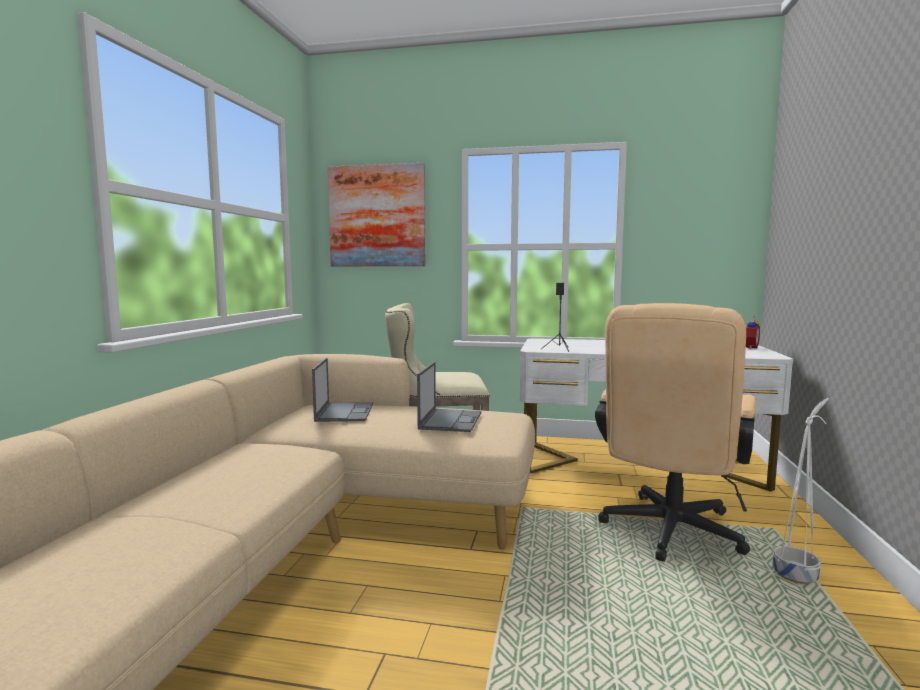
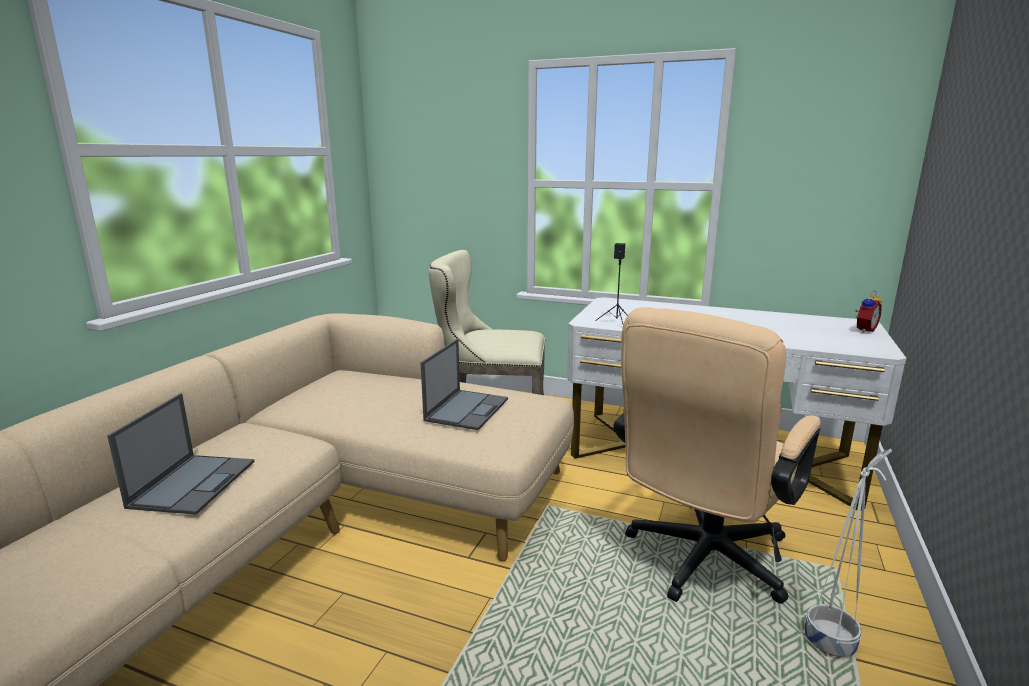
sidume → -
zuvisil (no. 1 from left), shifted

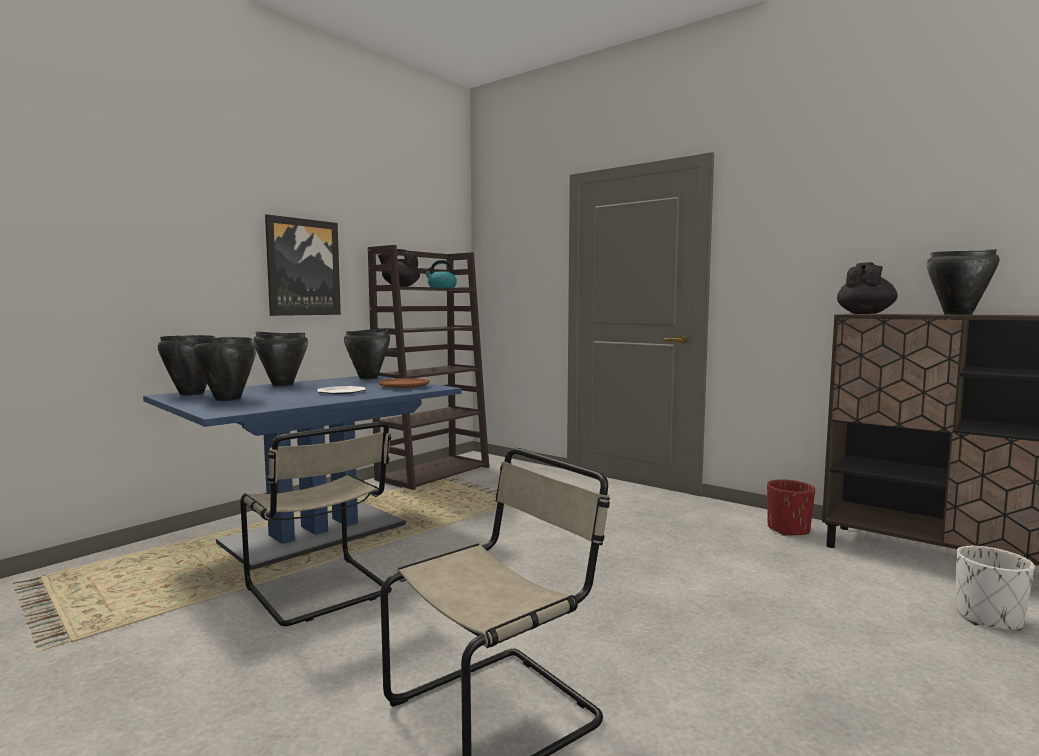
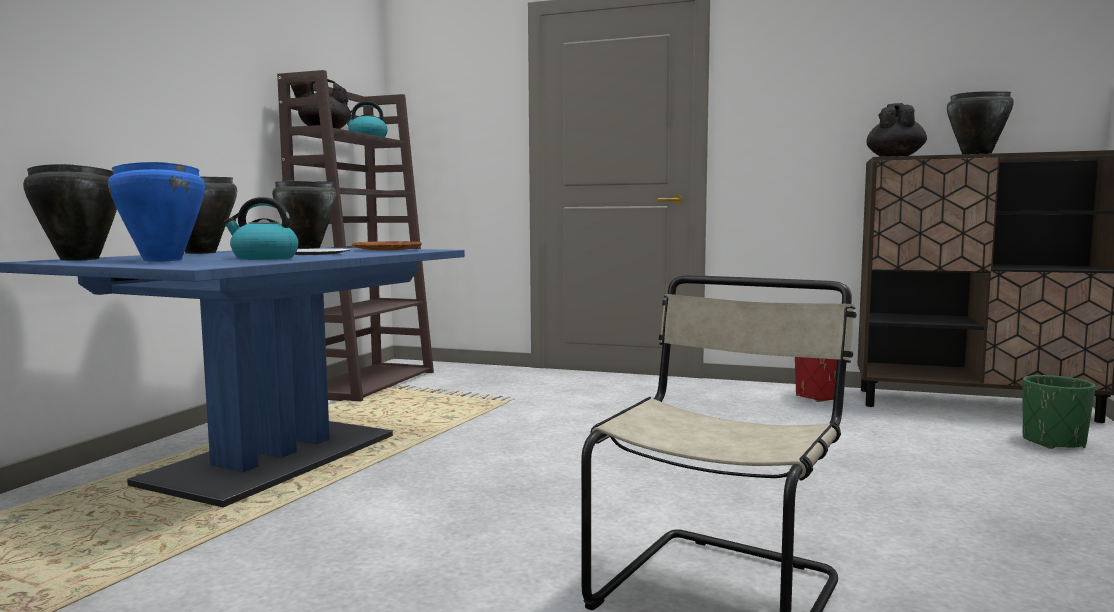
sidume → -
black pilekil (no. 2 from left) → blue pilekil
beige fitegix (no. 1 from left) → -
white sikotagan → green sikotagan
- → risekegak (no. 1 from left)

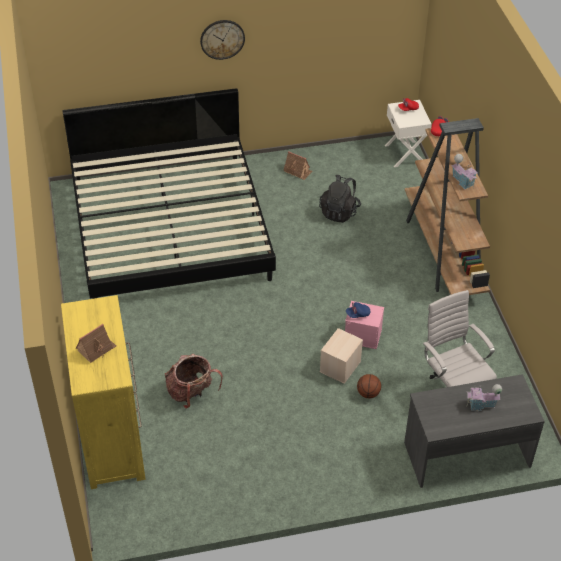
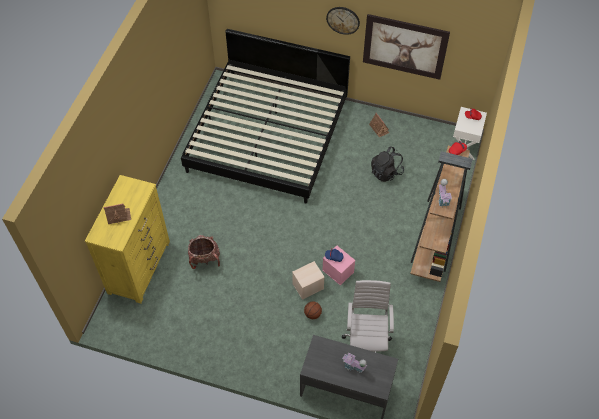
- → sidume

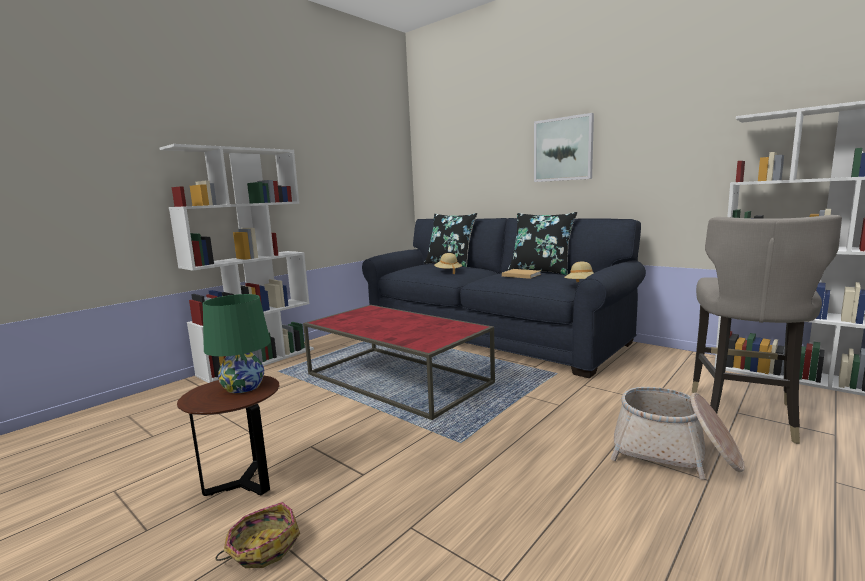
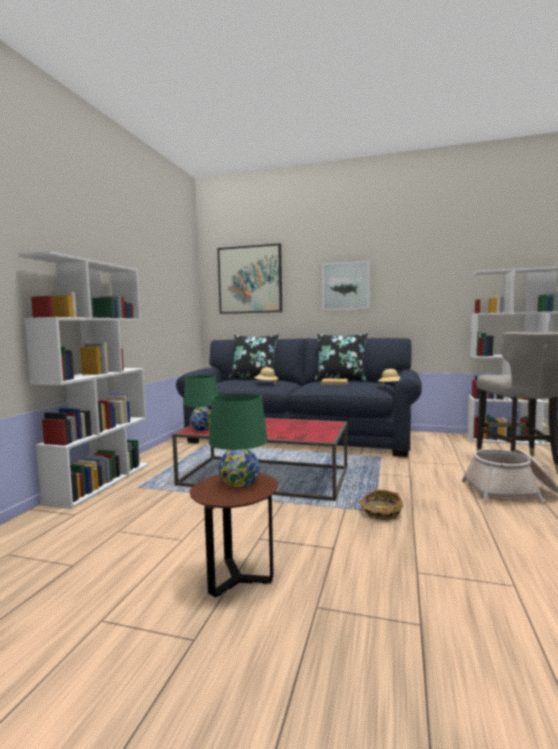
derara (no. 1 from left), shifted
- → sidume (no. 1 from left)
- → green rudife (no. 1 from left)

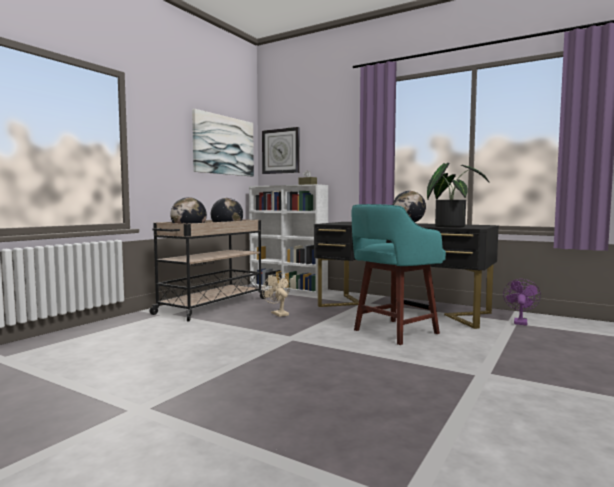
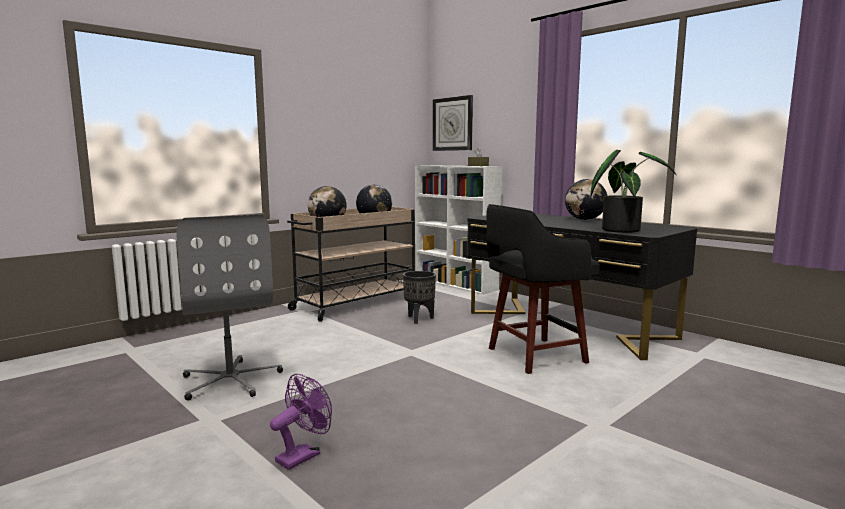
sidume → -
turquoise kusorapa → black kusorapa
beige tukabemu → black sikotagan
purple tukabemu, shifted
- → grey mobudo

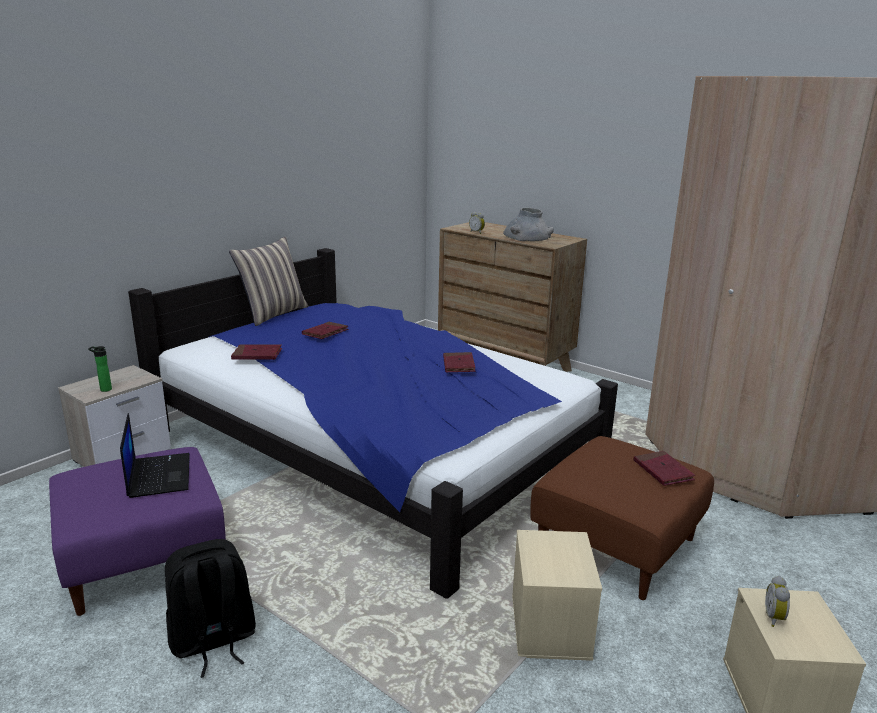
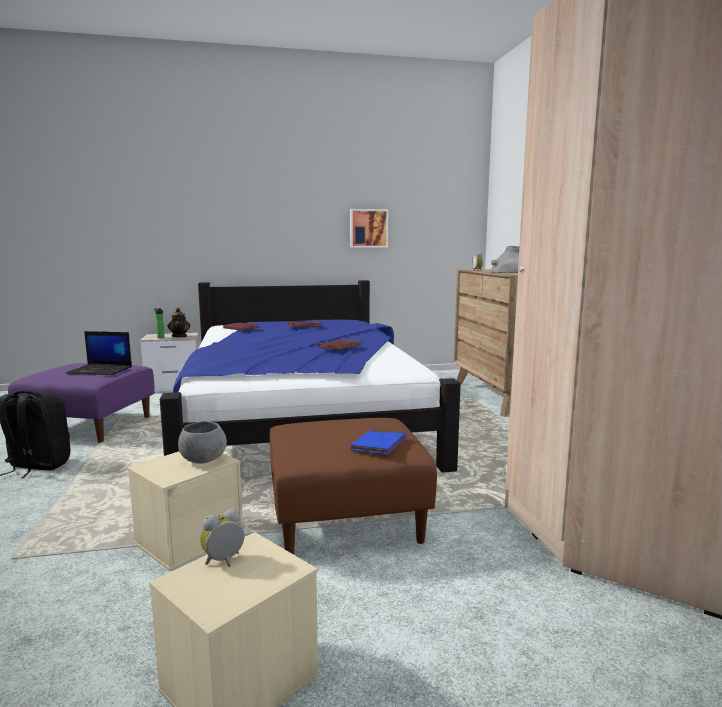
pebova → -
zuvisil, 75 degrees clockwise
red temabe (no. 4 from left) → blue temabe
- → sidume
- → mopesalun
- → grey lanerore

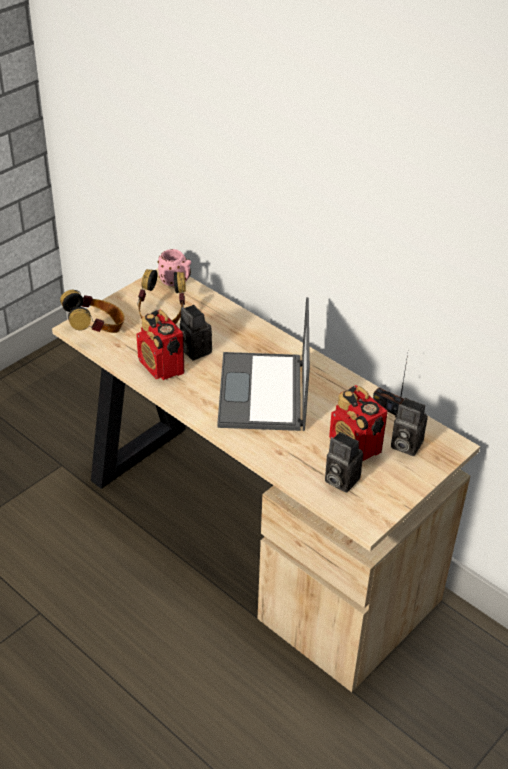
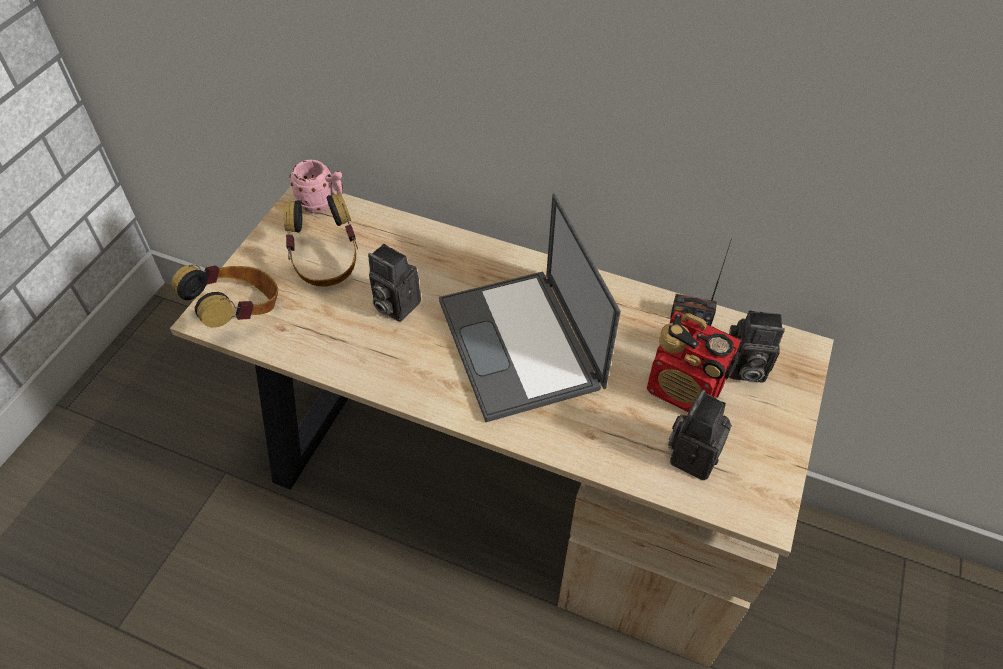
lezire (no. 1 from left) → -
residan (no. 2 from left), 105 degrees clockwise

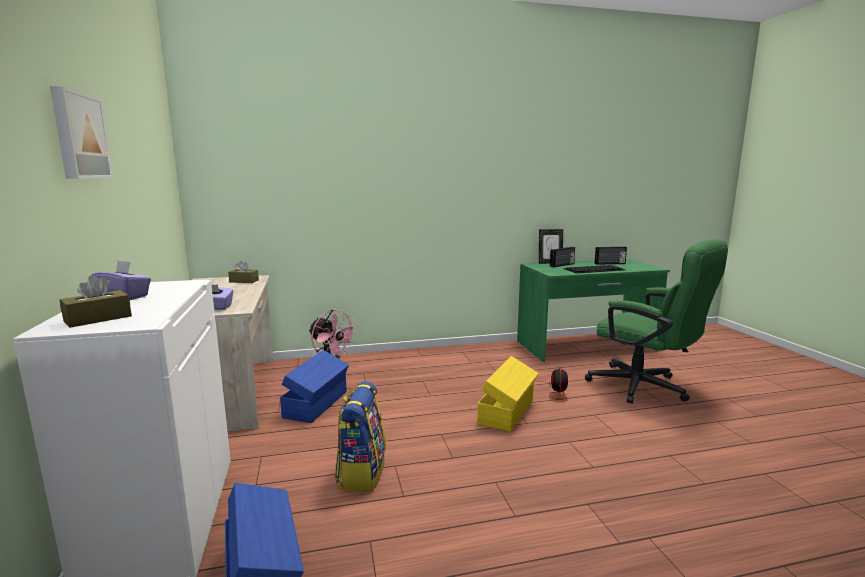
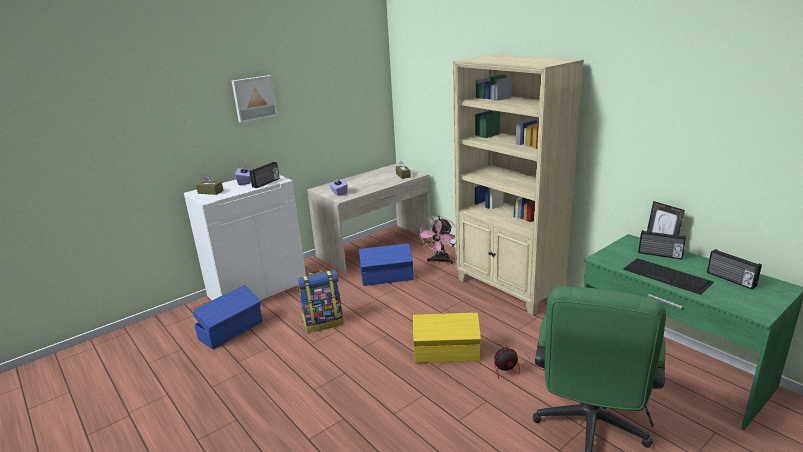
- → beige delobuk
- → lezire (no. 1 from left)

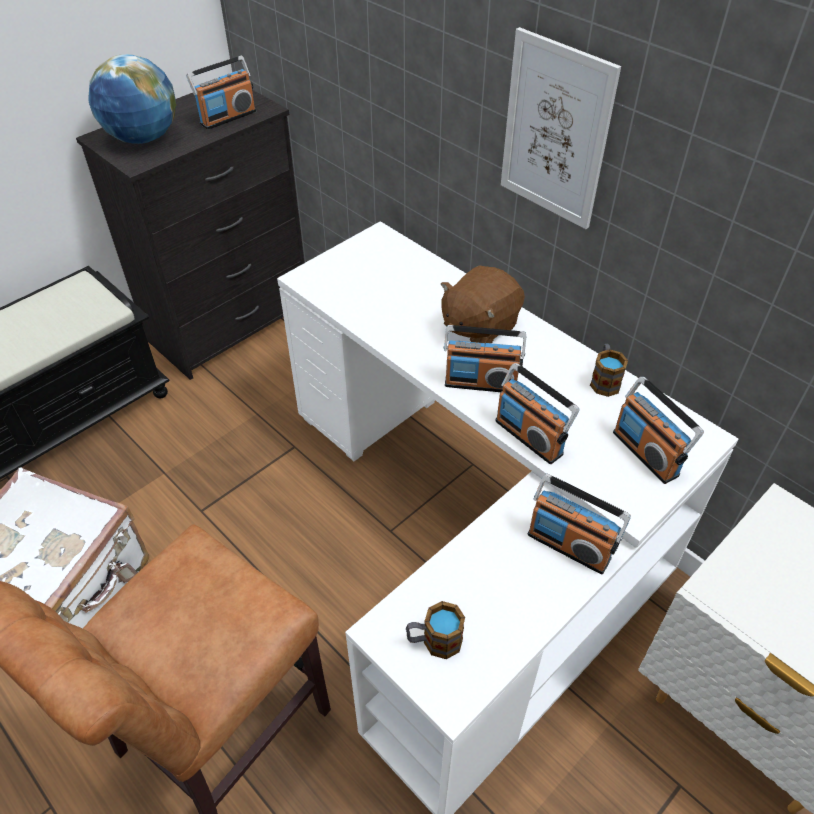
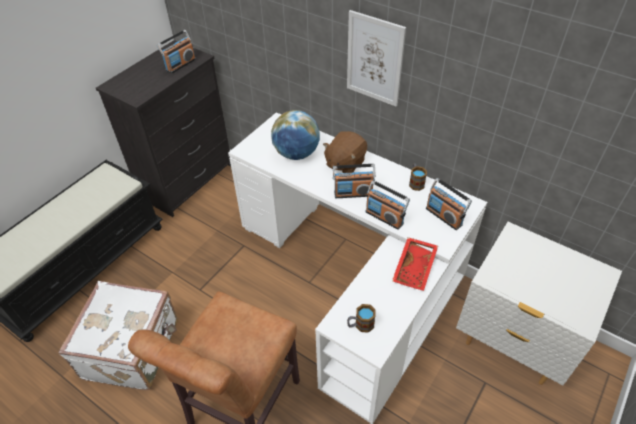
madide, shifted
lezire (no. 4 from left) → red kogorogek

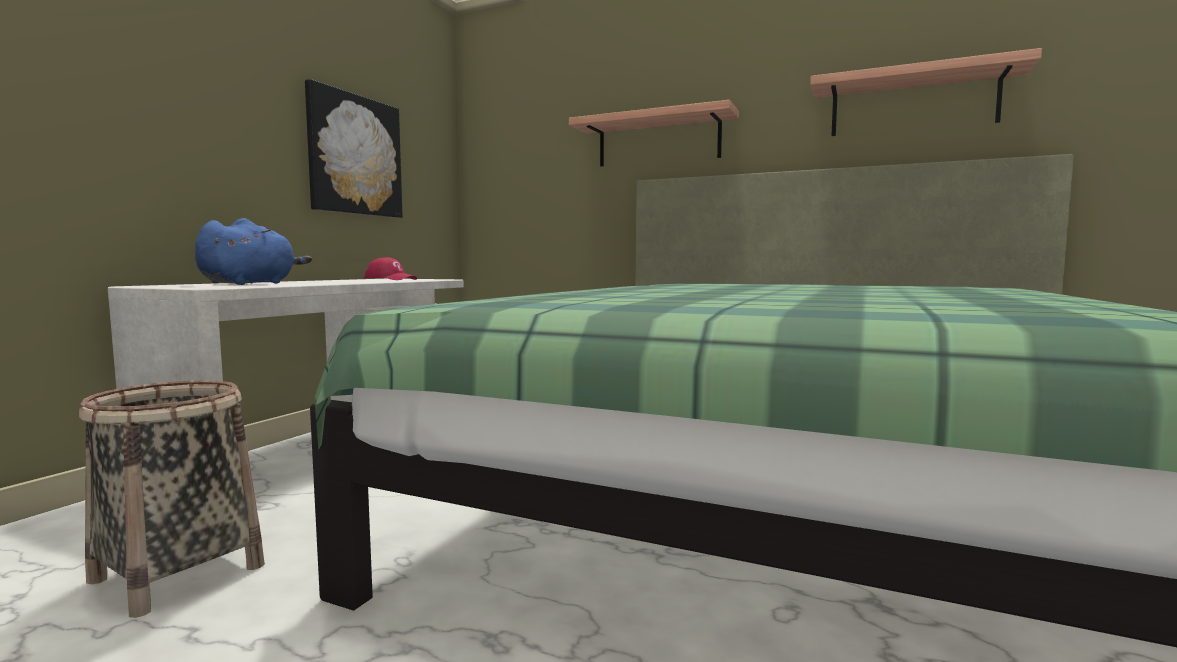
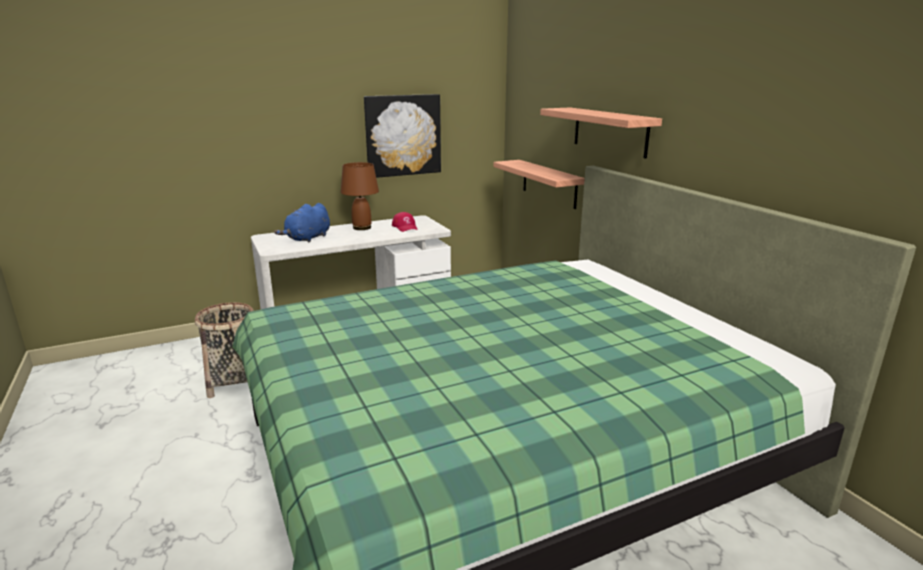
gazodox (no. 2 from left in the first image) → gazodox (no. 1 from left), shifted
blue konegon, 150 degrees clockwise
- → brown rudife

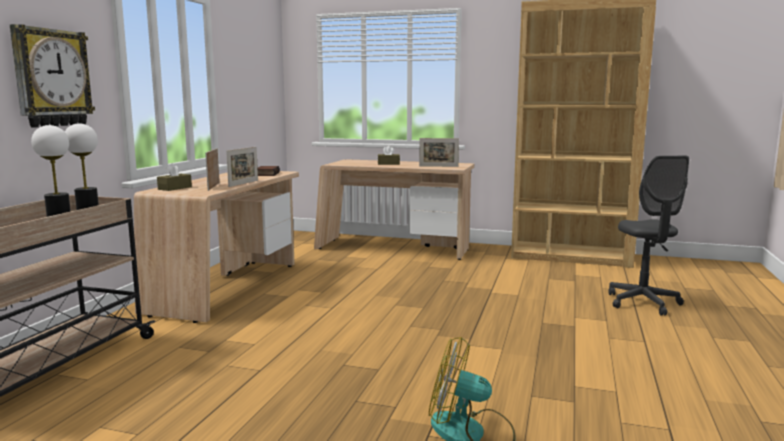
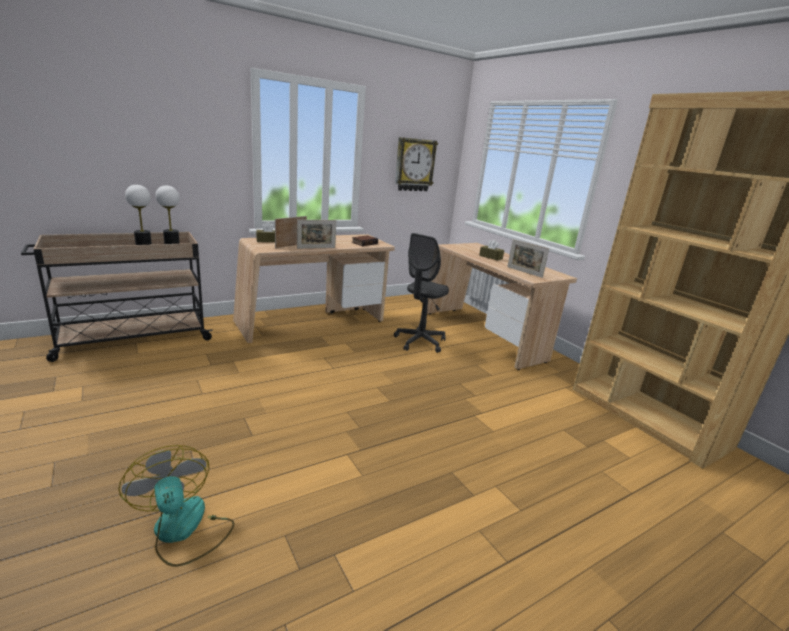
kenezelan, shifted
grey mobudo, shifted

